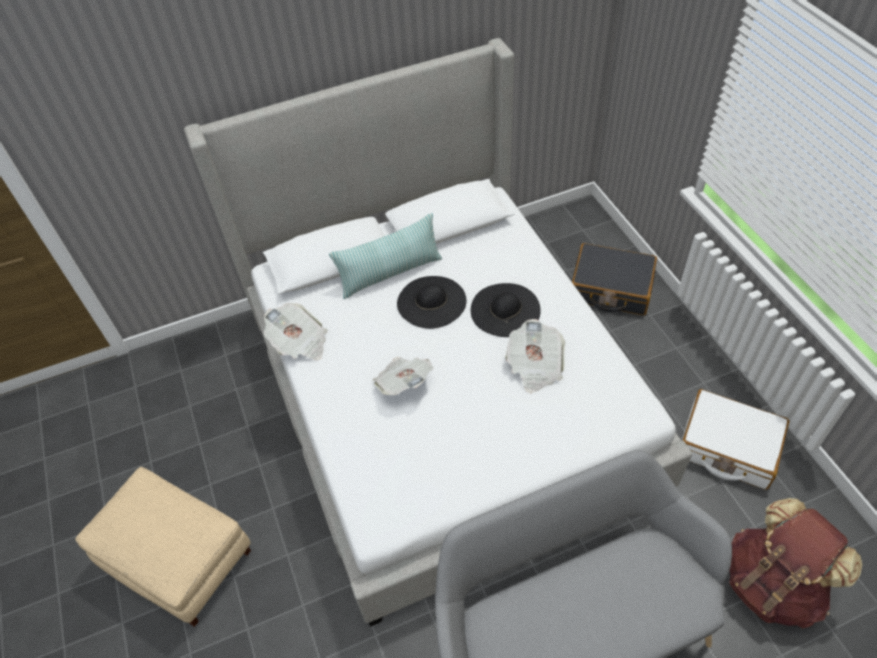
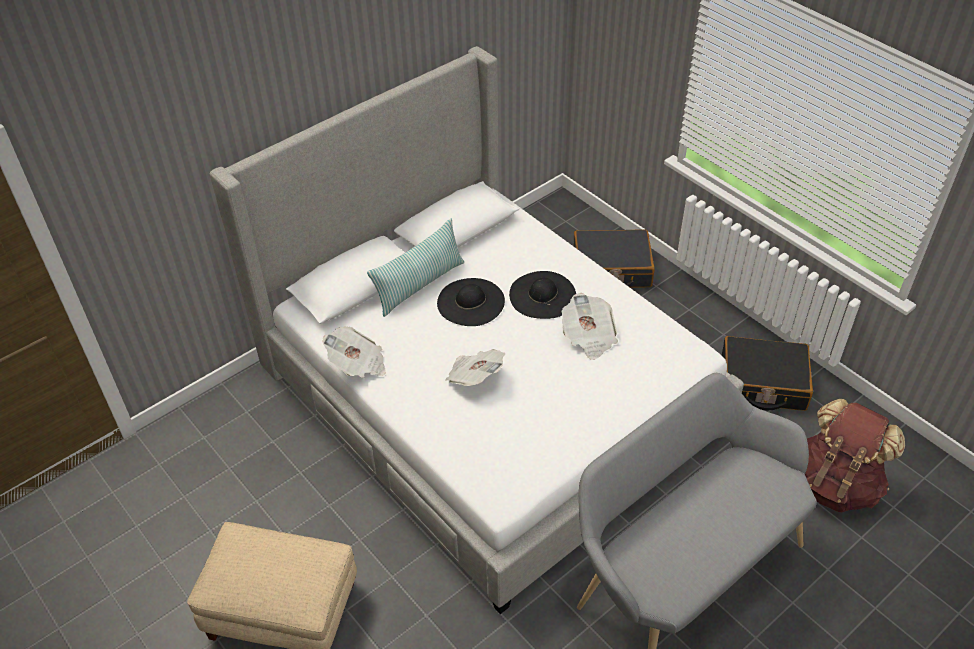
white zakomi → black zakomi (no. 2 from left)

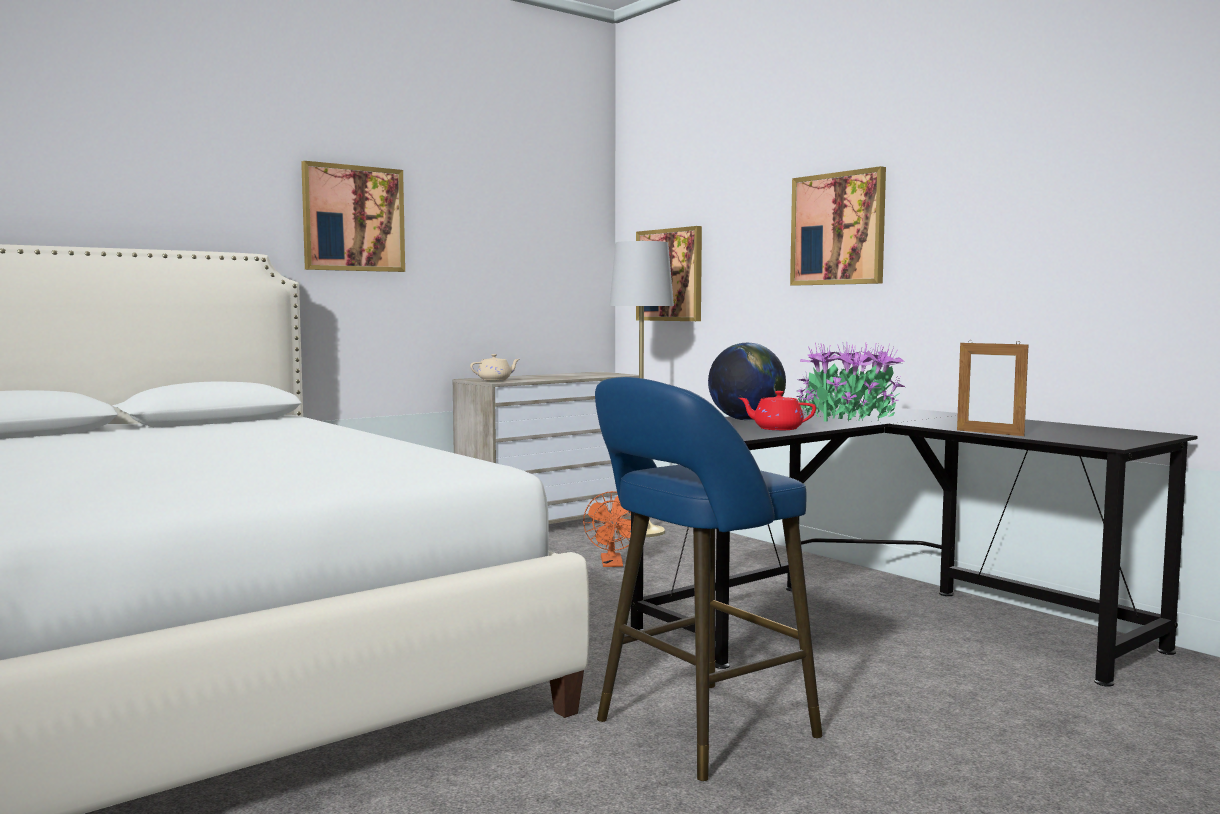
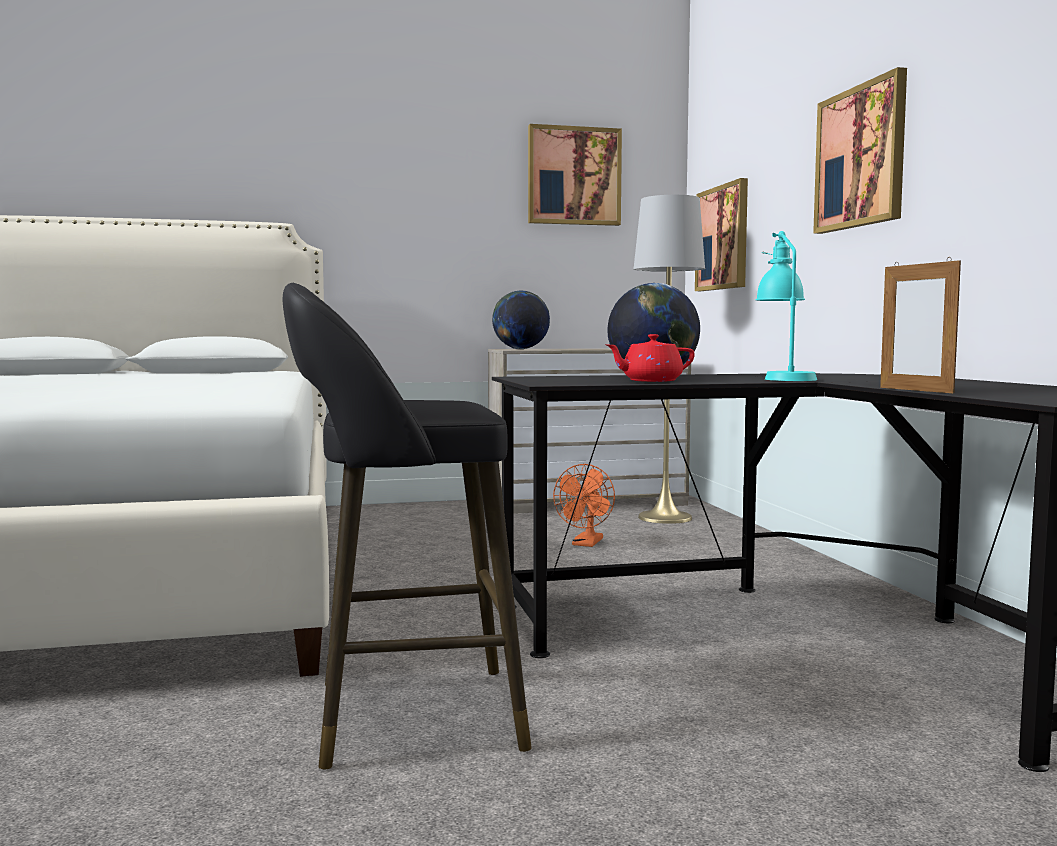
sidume (no. 1 from left), shifted
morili → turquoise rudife
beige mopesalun → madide (no. 1 from left)
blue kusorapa → black kusorapa
red mopesalun, 60 degrees counterclockwise

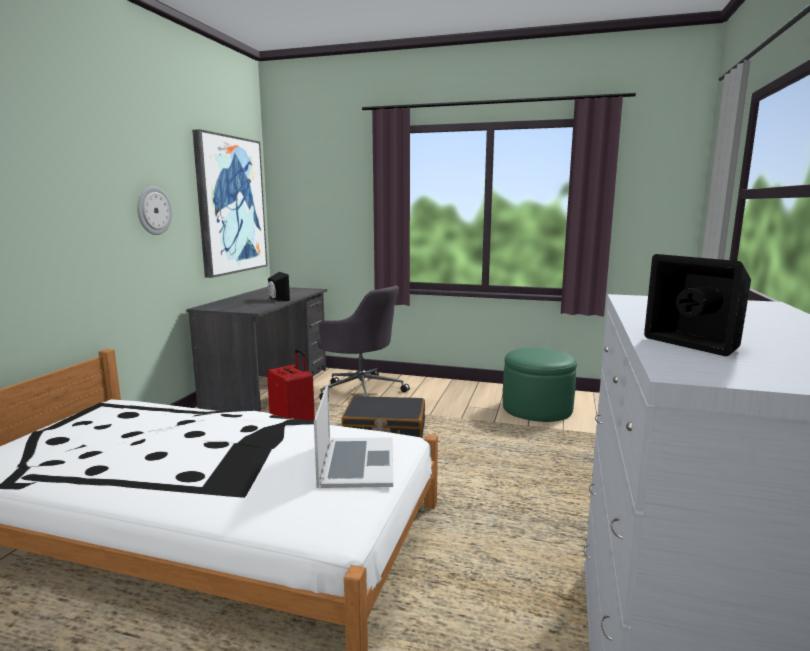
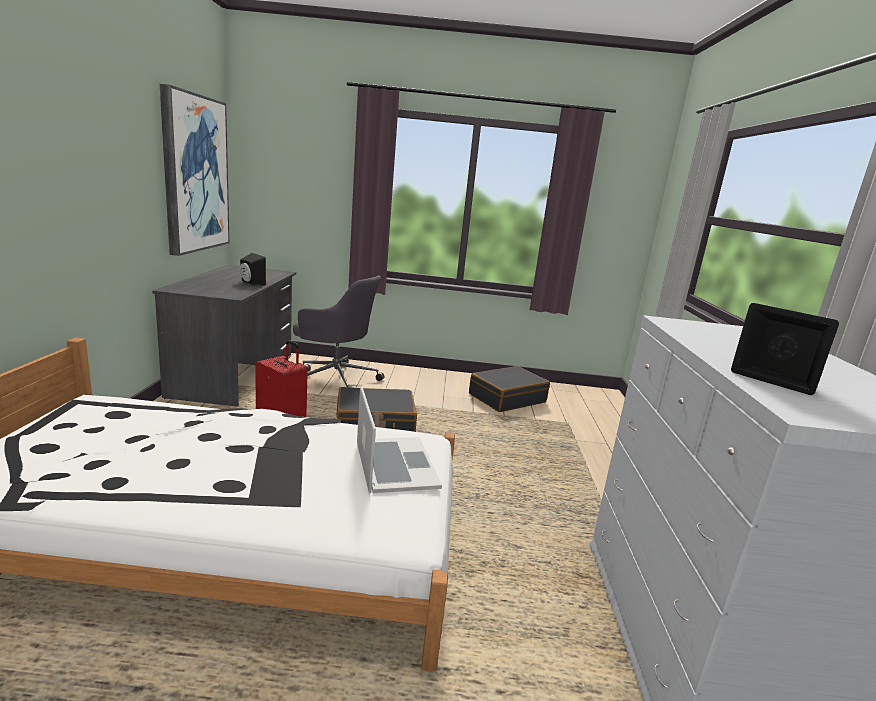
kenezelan → -
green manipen → black zakomi (no. 2 from left)

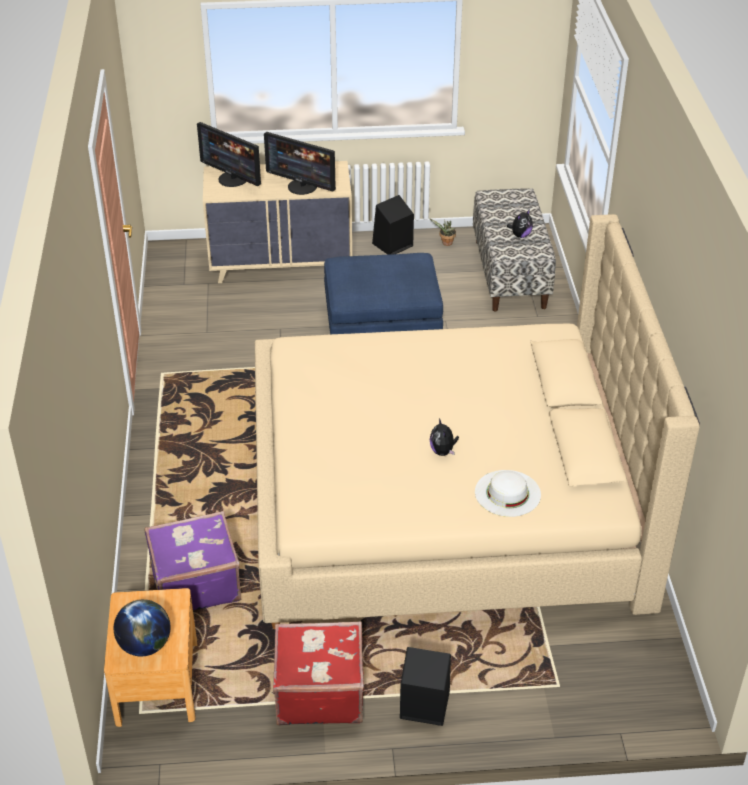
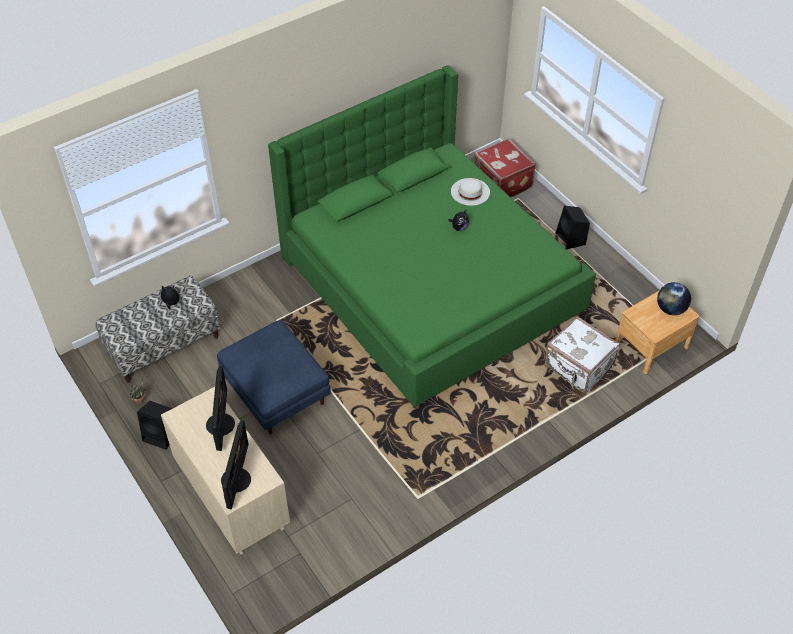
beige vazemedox → green vazemedox
purple zakomi → white zakomi
red zakomi, shifted

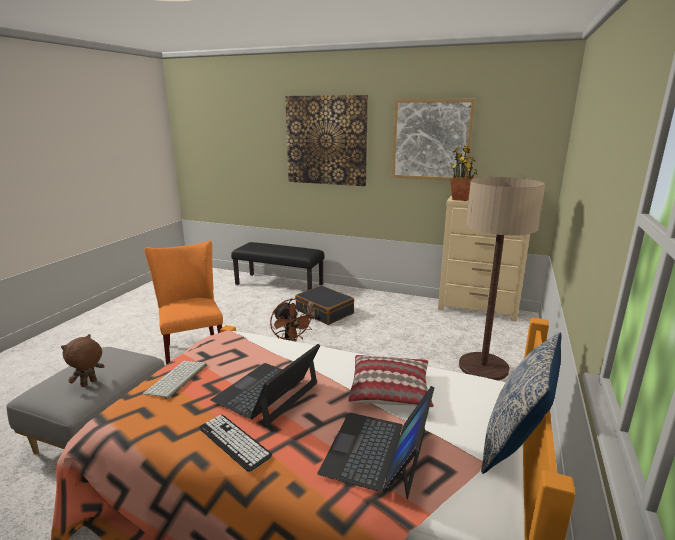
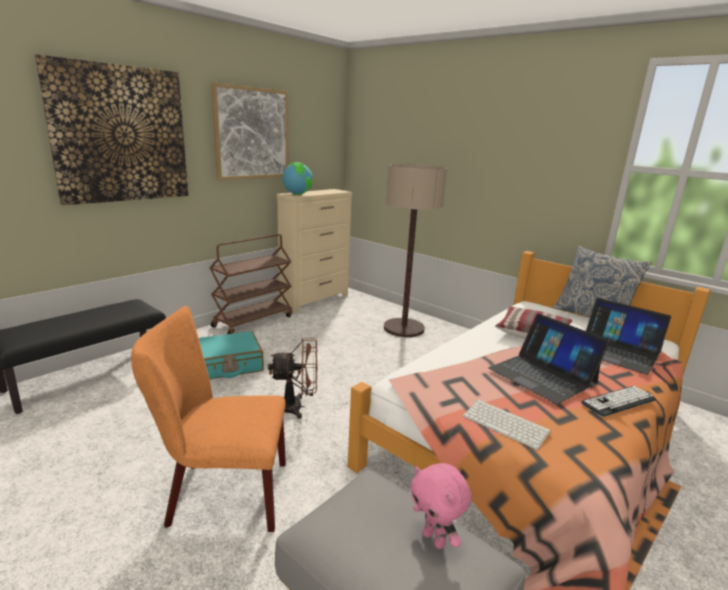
morili → madide
black zakomi → turquoise zakomi
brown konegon → pink konegon
- → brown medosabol

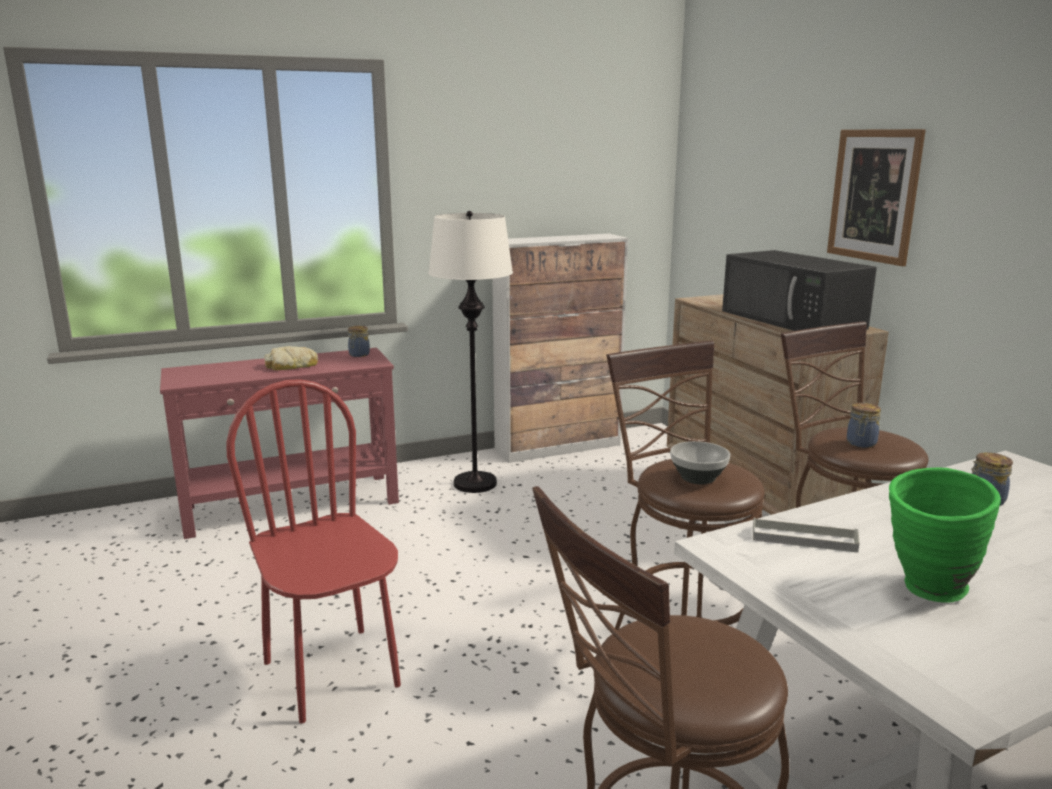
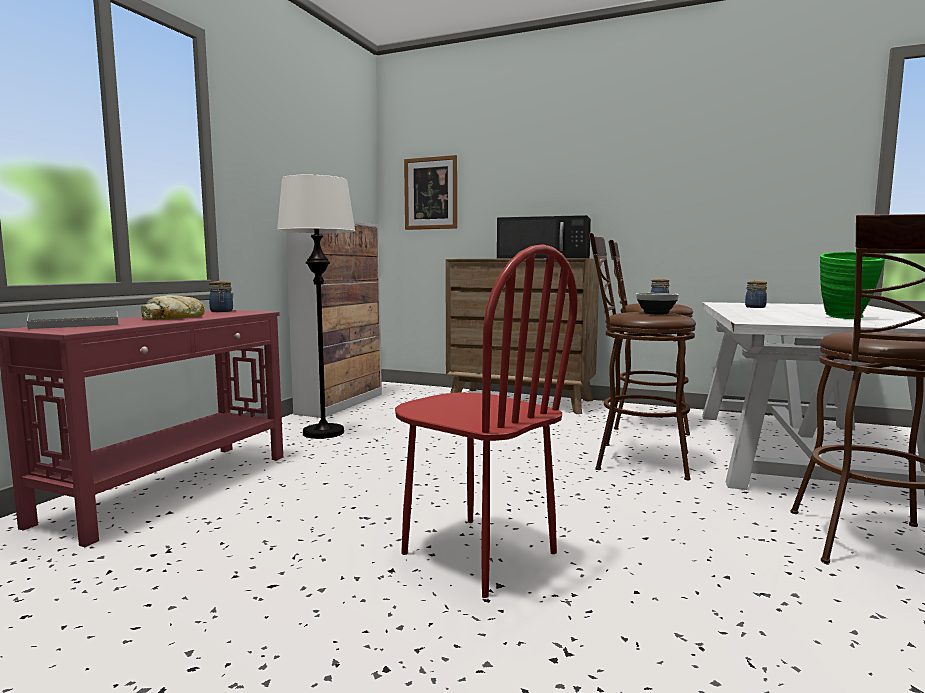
sidume, shifted
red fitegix, 150 degrees counterclockwise
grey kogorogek, shifted

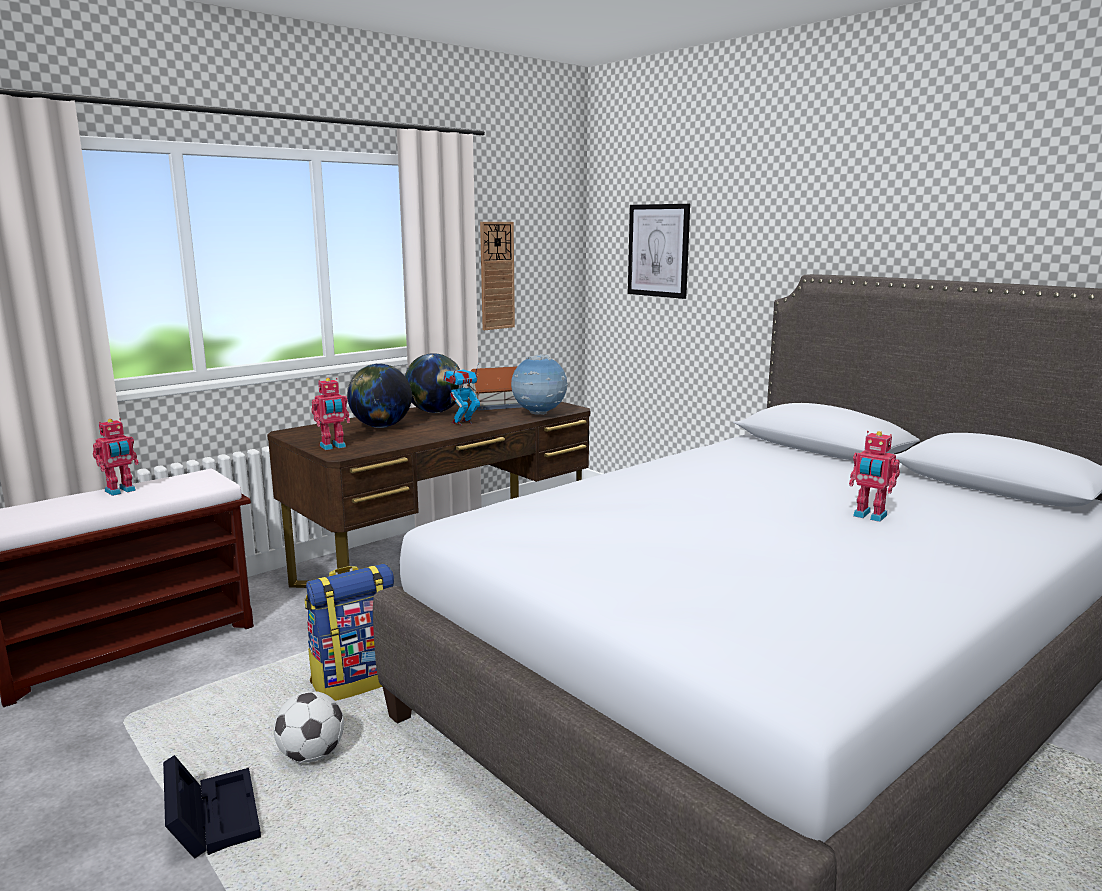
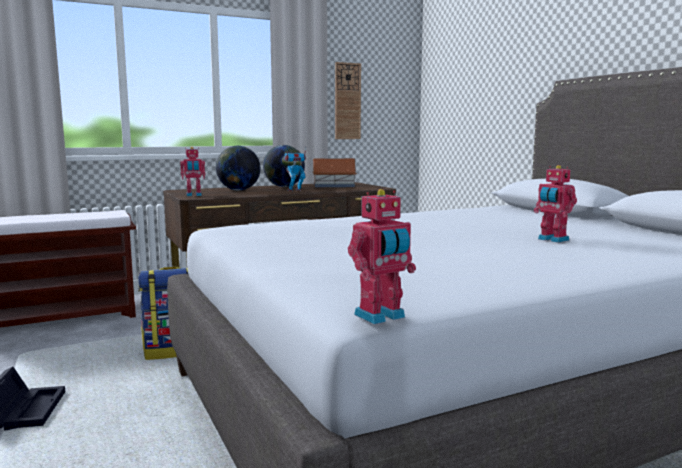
sidume → -
madide (no. 3 from left) → -
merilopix (no. 1 from left in the first image) → merilopix (no. 3 from left), shifted
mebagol → -

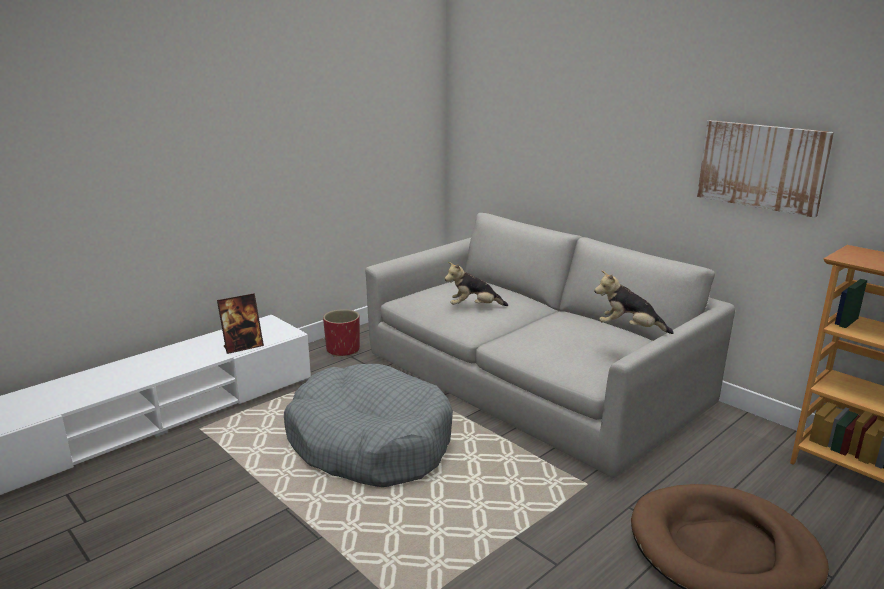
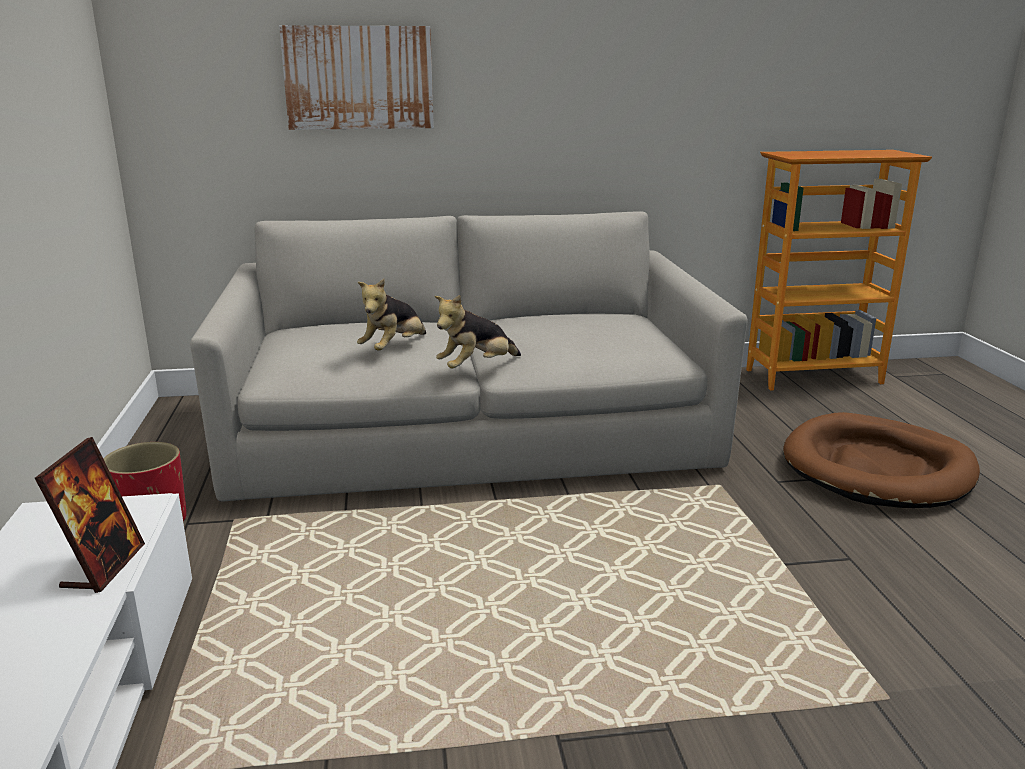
sidume, shifted
konegon (no. 2 from left), shifted
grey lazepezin → -

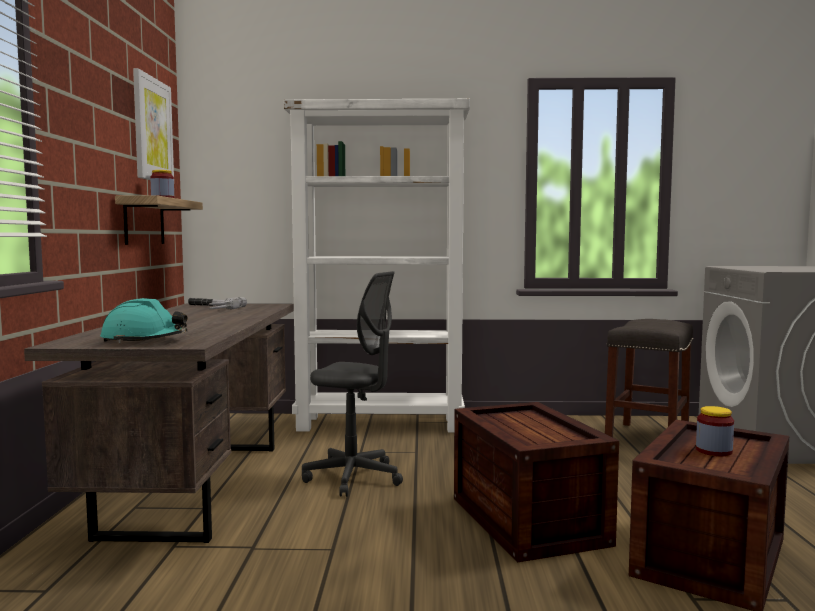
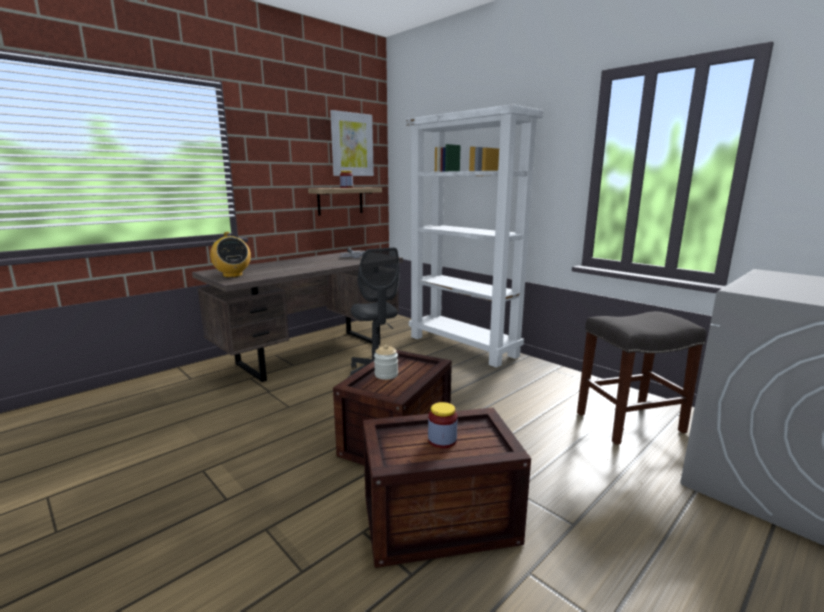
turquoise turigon → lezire
- → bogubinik (no. 2 from left)

